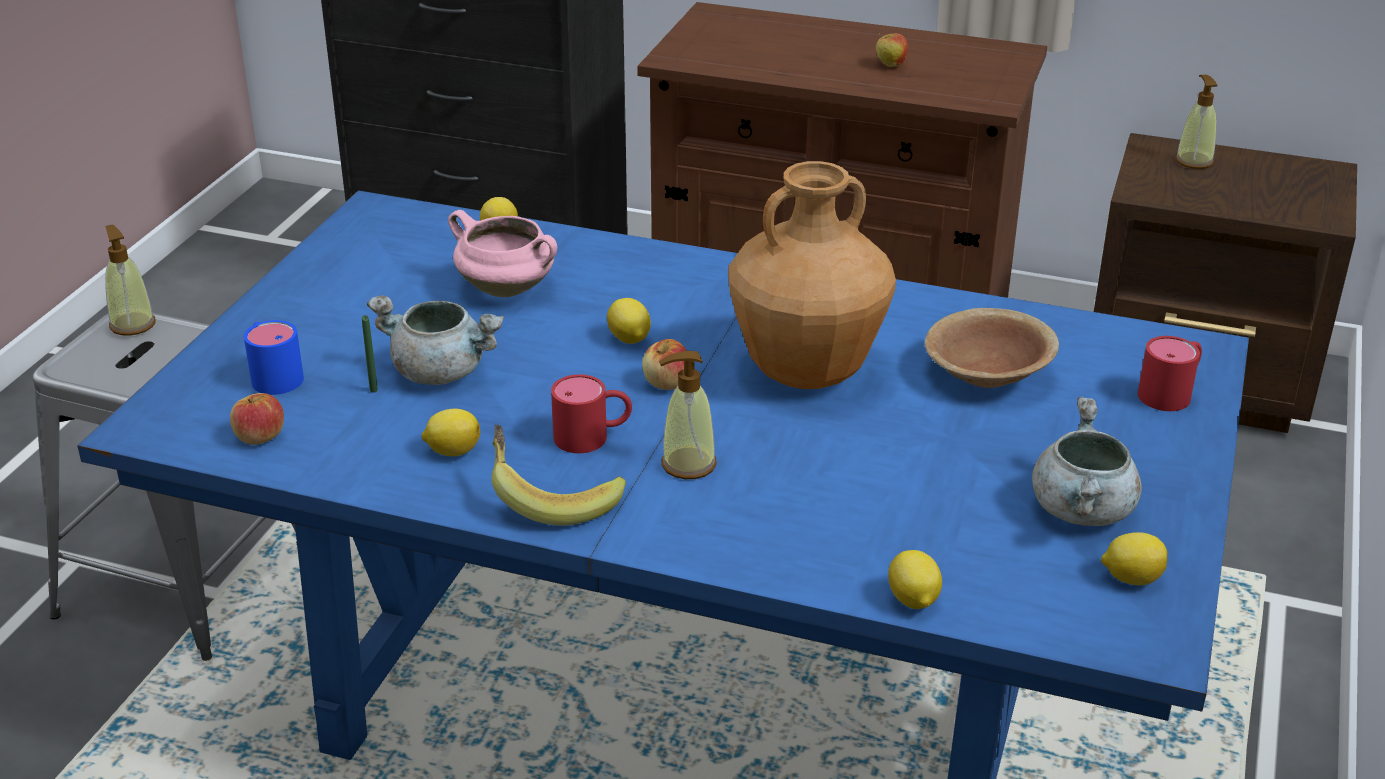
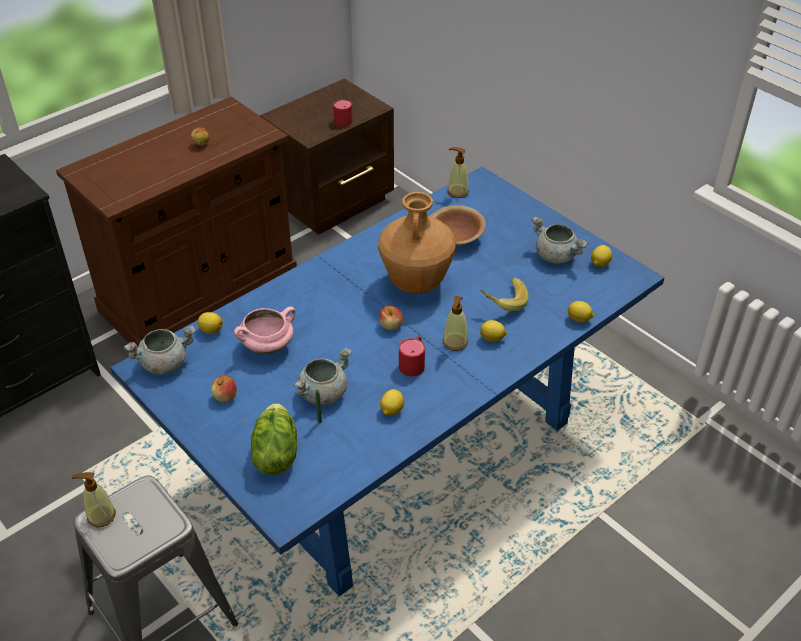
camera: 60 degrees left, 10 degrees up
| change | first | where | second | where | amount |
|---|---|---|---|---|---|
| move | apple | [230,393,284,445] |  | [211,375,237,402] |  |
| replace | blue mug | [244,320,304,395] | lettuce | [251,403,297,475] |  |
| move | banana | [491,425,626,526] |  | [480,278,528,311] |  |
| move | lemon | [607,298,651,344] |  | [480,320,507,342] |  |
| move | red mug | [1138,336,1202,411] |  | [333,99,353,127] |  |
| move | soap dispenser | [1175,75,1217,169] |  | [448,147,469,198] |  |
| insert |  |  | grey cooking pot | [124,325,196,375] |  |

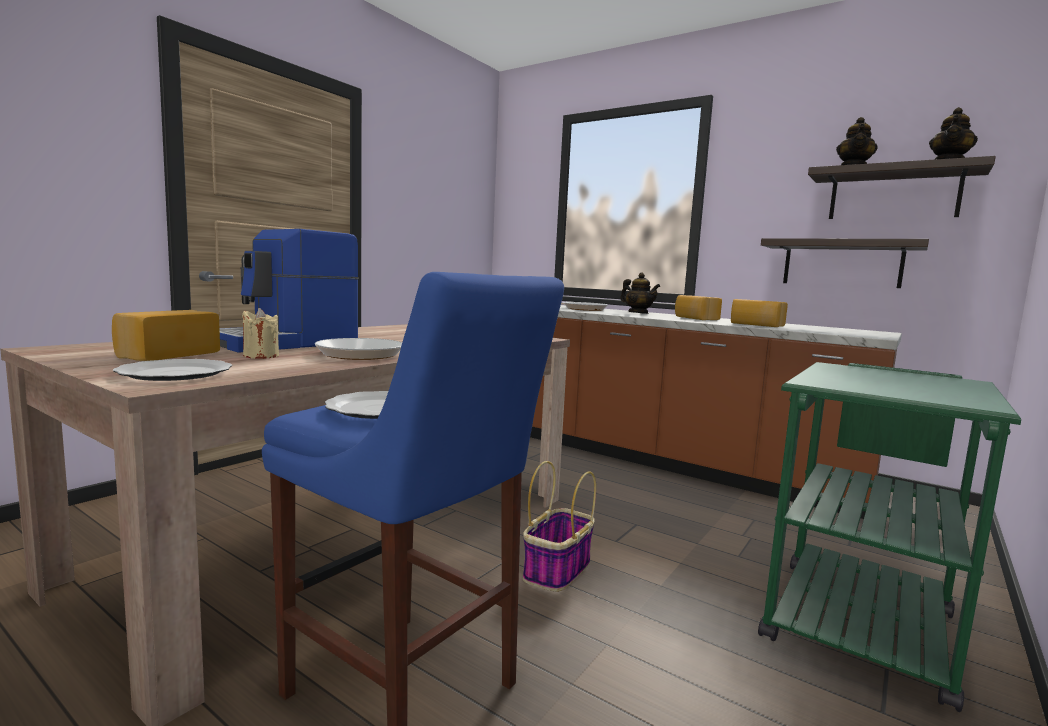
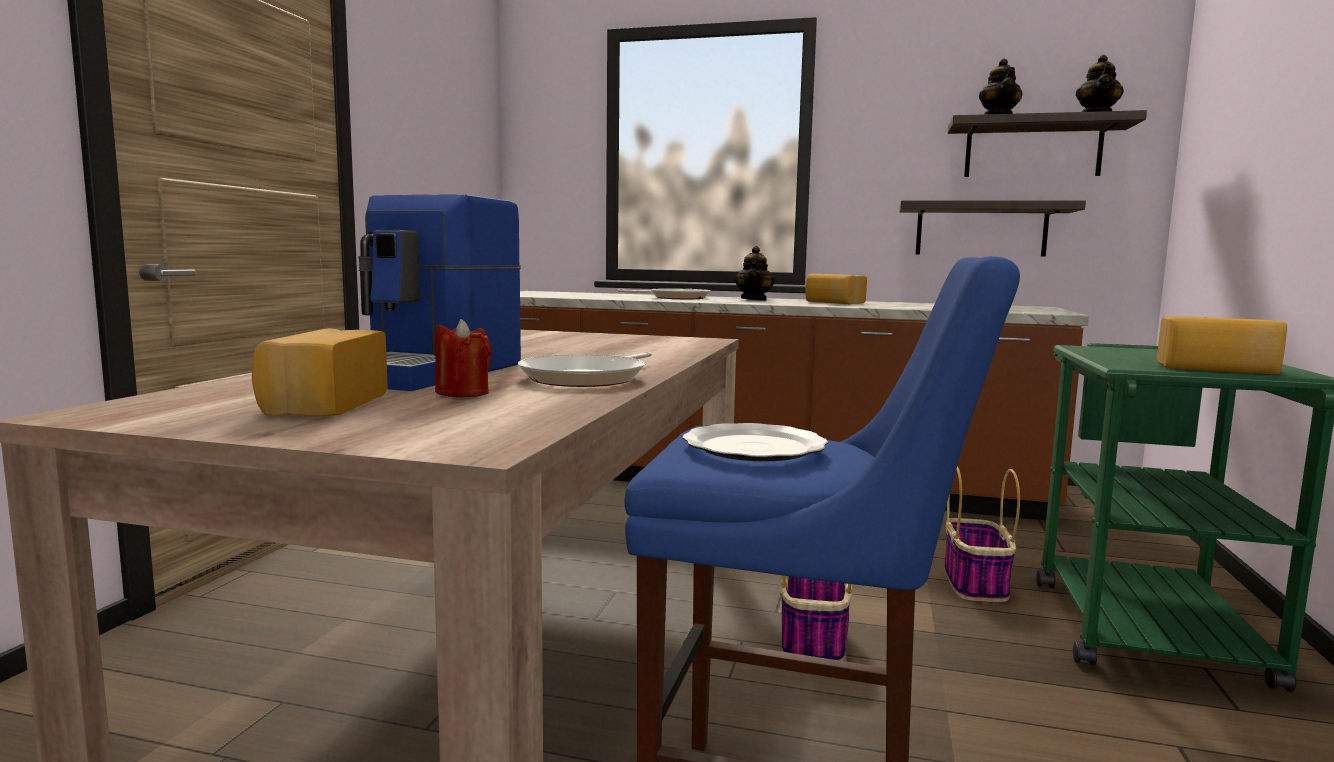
camera: 20 degrees left, 0 degrees up
| change | first | where | second | where | amount |
|---|---|---|---|---|---|
| delete | plate | [113,359,232,381] |  |  |  |
| recolor | beige candle | [242,308,279,359] | red candle | [435,319,492,397] |  |
| rotate | teapot | [620,273,660,314] |  | [735,246,775,301] | 75 degrees clockwise |
| move | bread | [731,299,788,327] |  | [1157,316,1287,374] |  |
| insert |  |  | basket | [944,467,1020,602] |  |

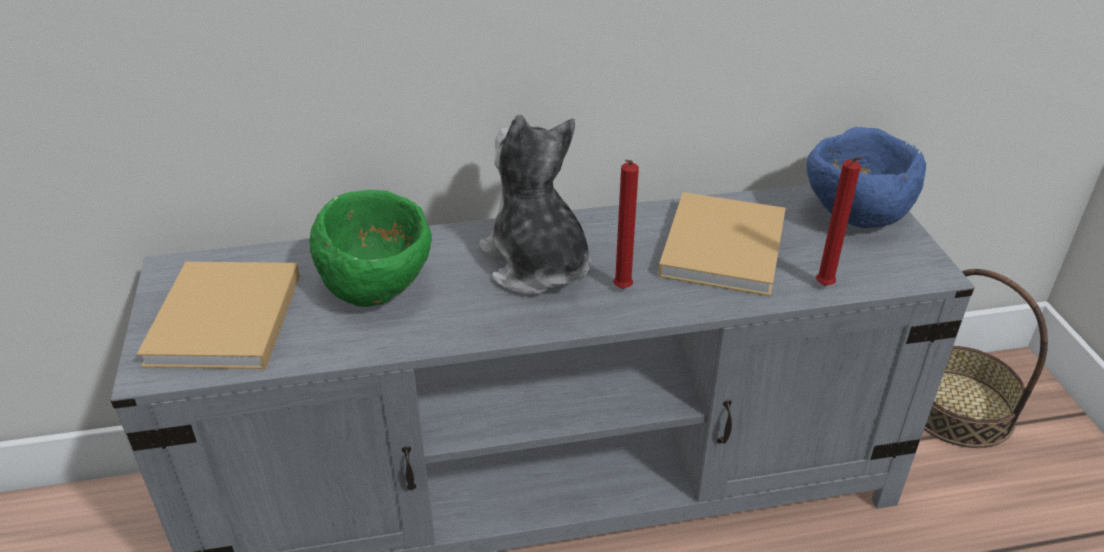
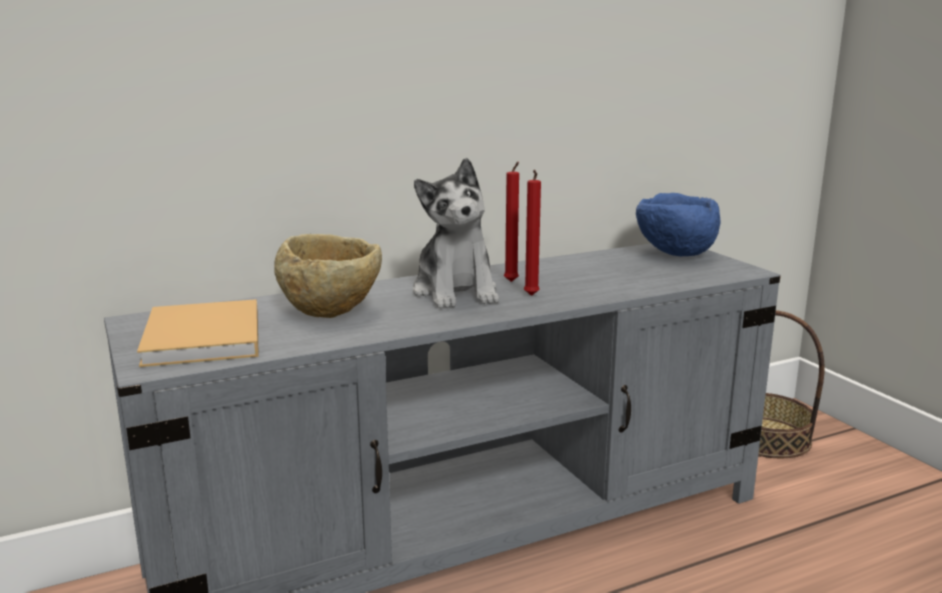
camera: 15 degrees left, 20 degrees down
| change | first | where | second | where | amount |
|---|---|---|---|---|---|
| recolor | green bowl | [309,190,432,307] | beige bowl | [274,234,382,318] |  |
| rotate | plush toy | [479,114,591,295] |  | [413,158,499,308] | 150 degrees counterclockwise |
| delete | beige book | [658,192,786,297] |  |  |  |
| move | red candle | [816,157,862,286] |  | [504,162,519,282] |  |

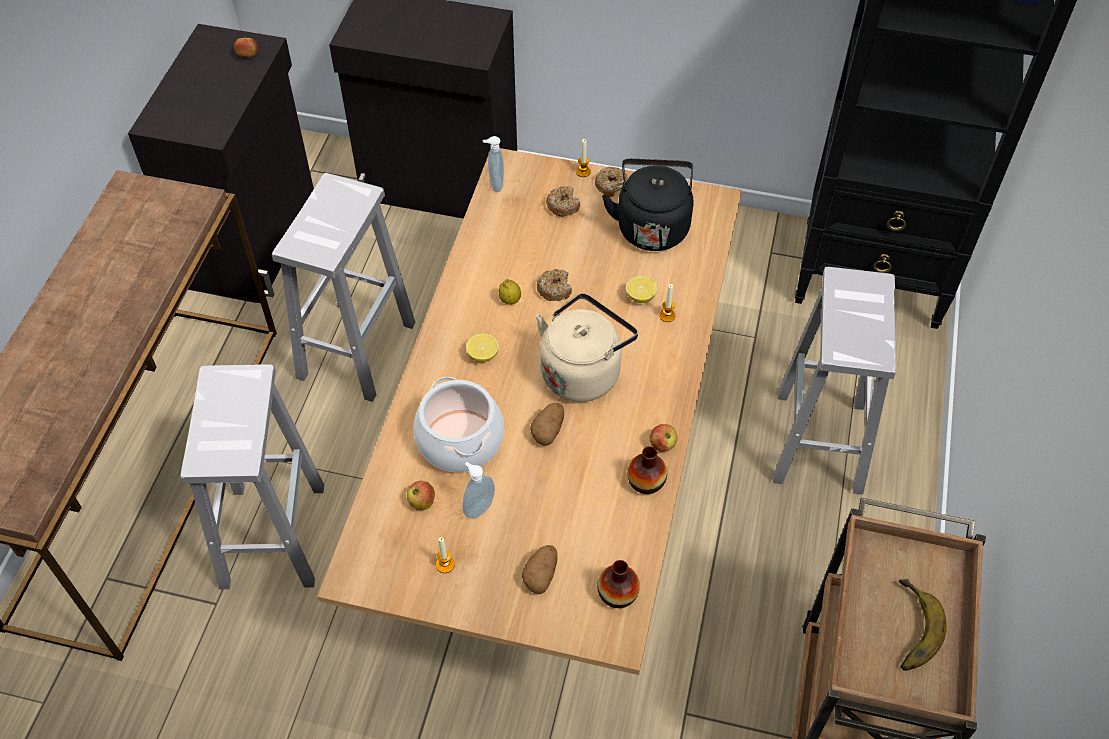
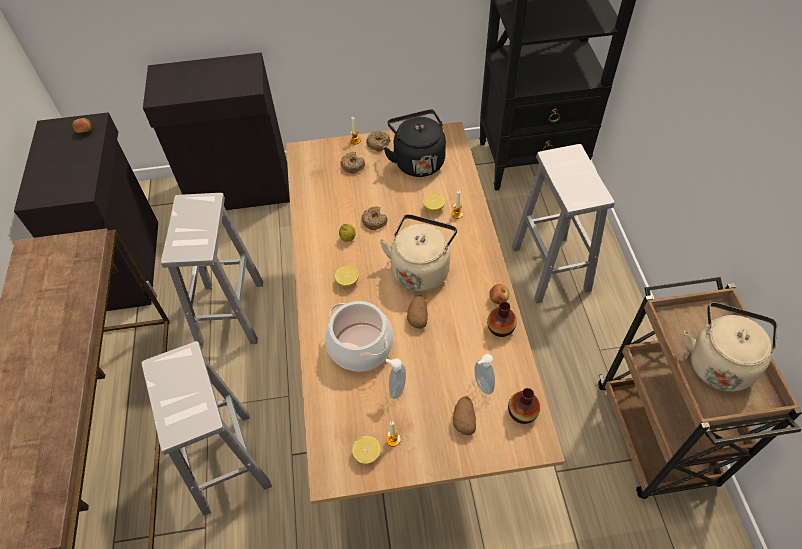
camera: 20 degrees left, 0 degrees up
| change | first | where | second | where | amount |
|---|---|---|---|---|---|
| delete | apple | [407,481,435,510] |  |  |  |
| move | soap dispenser | [483,136,504,192] |  | [474,354,495,394] |  |
| replace | banana | [899,579,947,671] | beige kettle | [683,302,777,392] |  |
| insert |  |  | lemon | [352,436,381,464] |  |

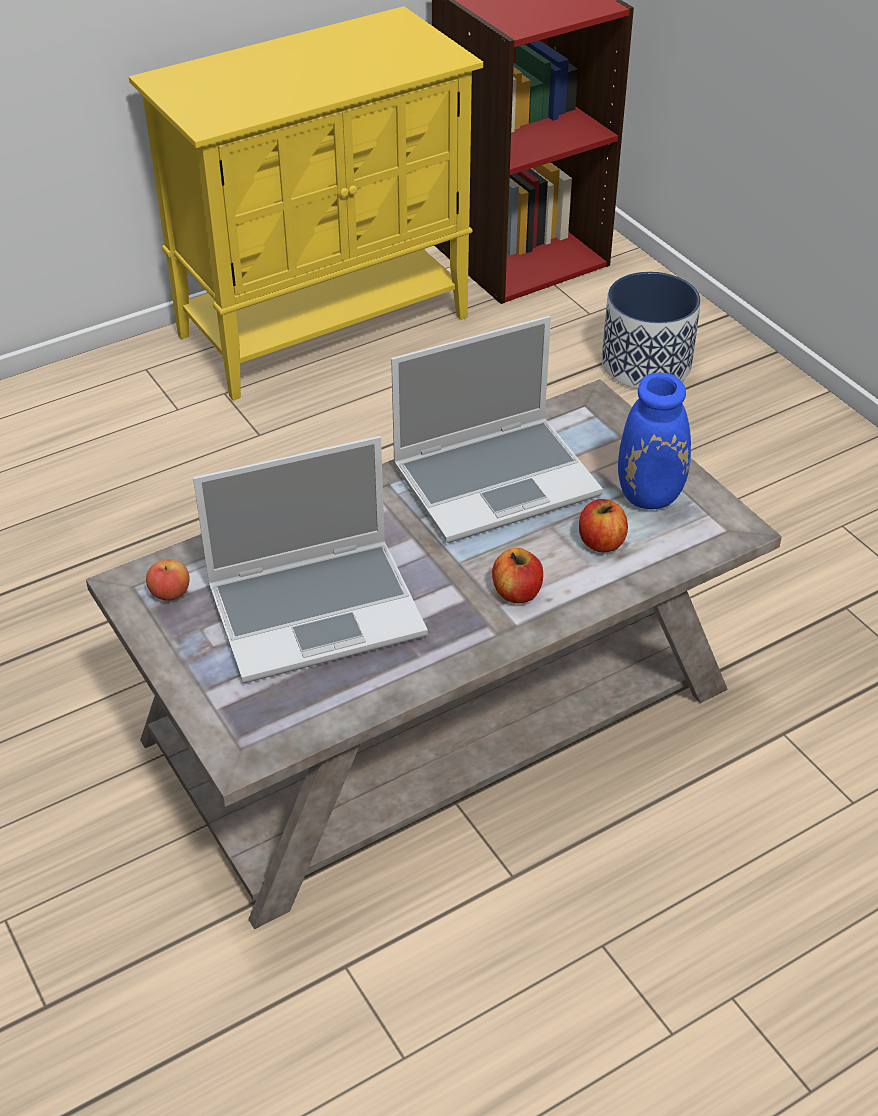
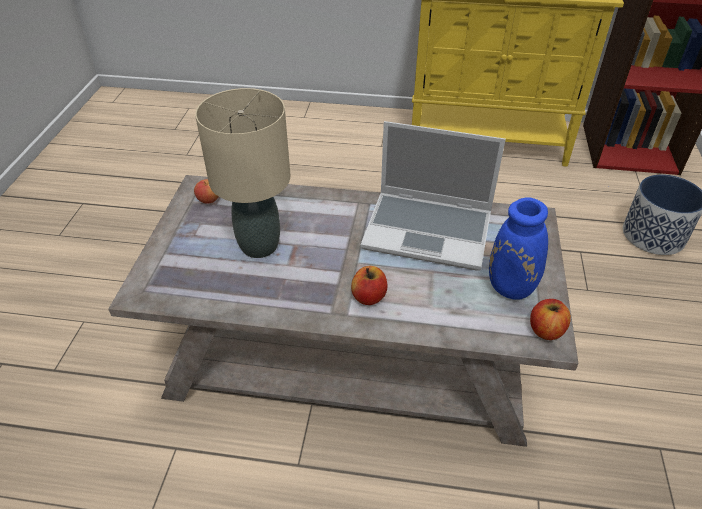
camera: 40 degrees right, 0 degrees up
| change | first | where | second | where | amount |
|---|---|---|---|---|---|
| replace | laptop | [193,436,428,683] | beige table lamp | [195,88,290,258] |  |
| move | apple | [579,499,628,552] |  | [530,299,571,340] |  |

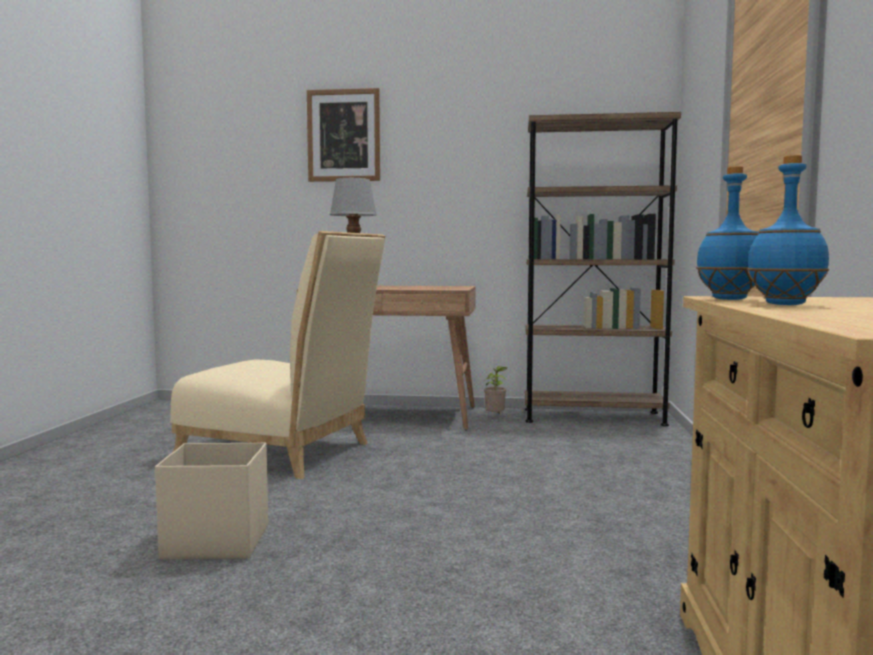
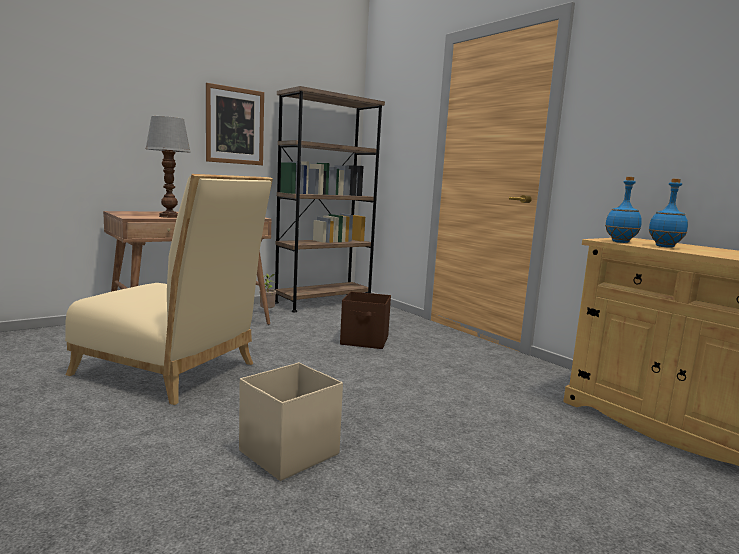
camera: 45 degrees left, 5 degrees up
| change | first | where | second | where | amount |
|---|---|---|---|---|---|
| rotate | beige chair | [170,231,385,479] |  | [65,174,273,405] | 45 degrees clockwise |
| move | picture | [307,88,380,182] |  | [206,83,264,165] |  |
| insert |  |  | brown storage box | [340,291,391,349] |  |

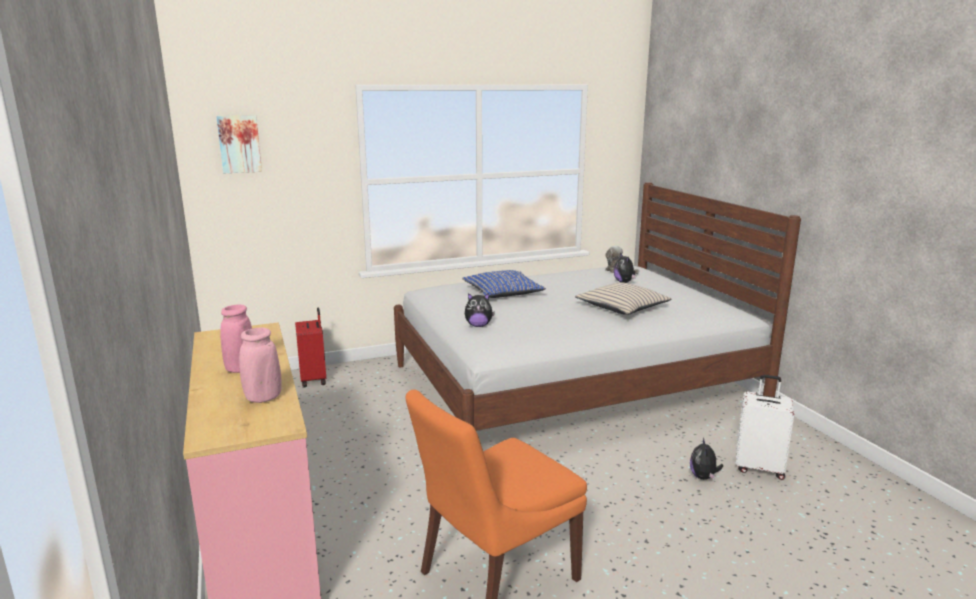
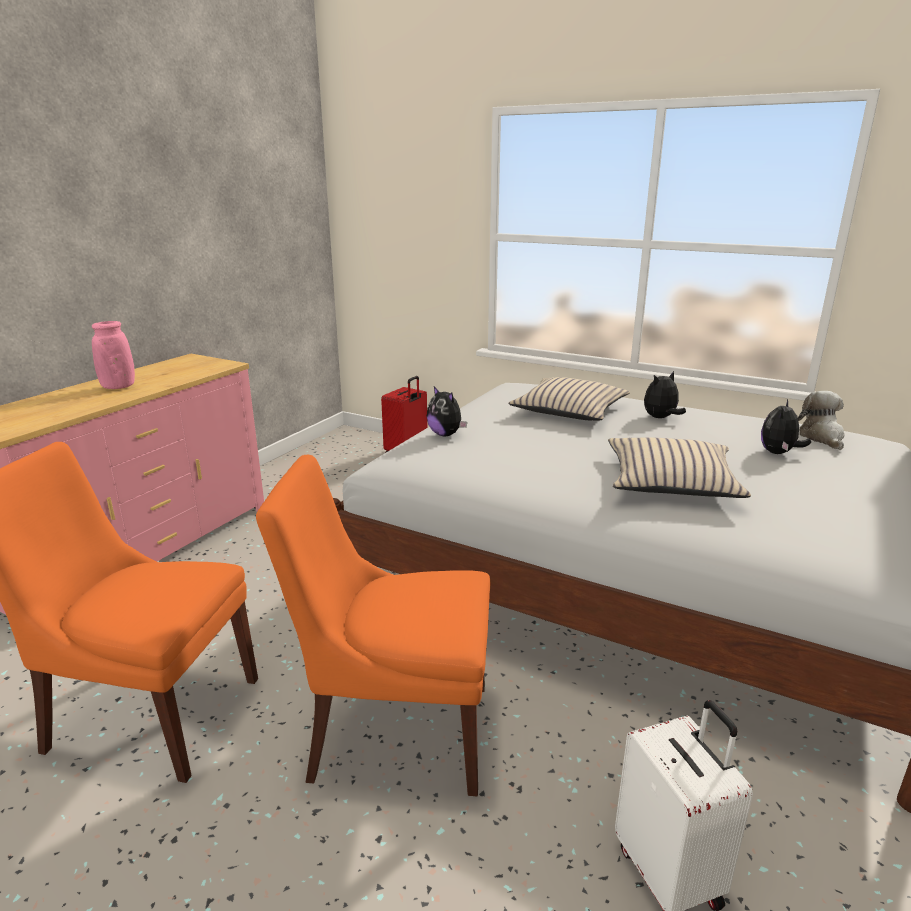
camera: 50 degrees right, 5 degrees up
| change | first | where | second | where | amount |
|---|---|---|---|---|---|
| delete | picture | [216,115,262,173] |  |  |  |
| delete | pink vase | [239,327,282,403] |  |  |  |
| recolor | blue pillow | [462,270,546,298] | beige pillow | [508,377,630,421] |  |
| move | plush toy | [690,438,723,480] |  | [644,371,686,418] |  |
| insert |  |  | orange chair | [256,455,490,796] |  |

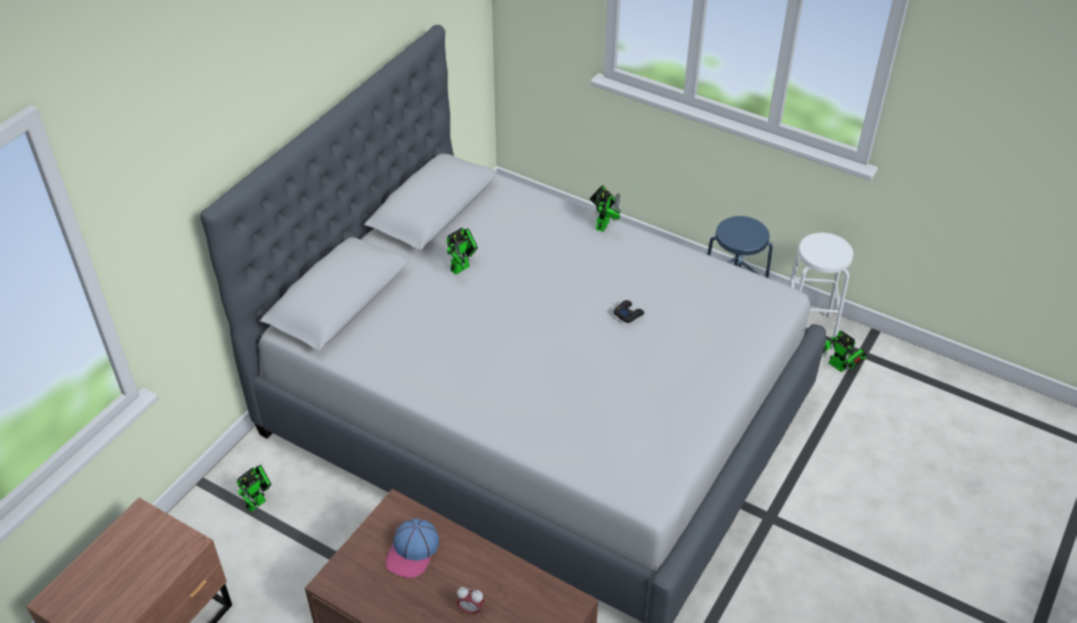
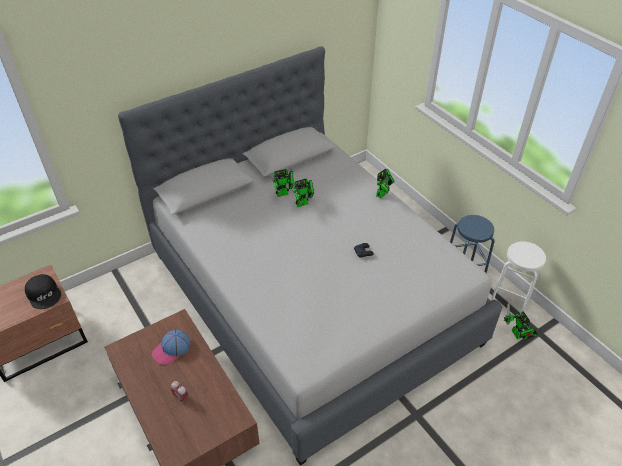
camera: 25 degrees right, 0 degrees up
| change | first | where | second | where | amount |
|---|---|---|---|---|---|
| move | toy robot | [237,465,272,512] |  | [293,179,314,207] |  |
| insert |  |  | black cap | [25,274,61,309] |  |

